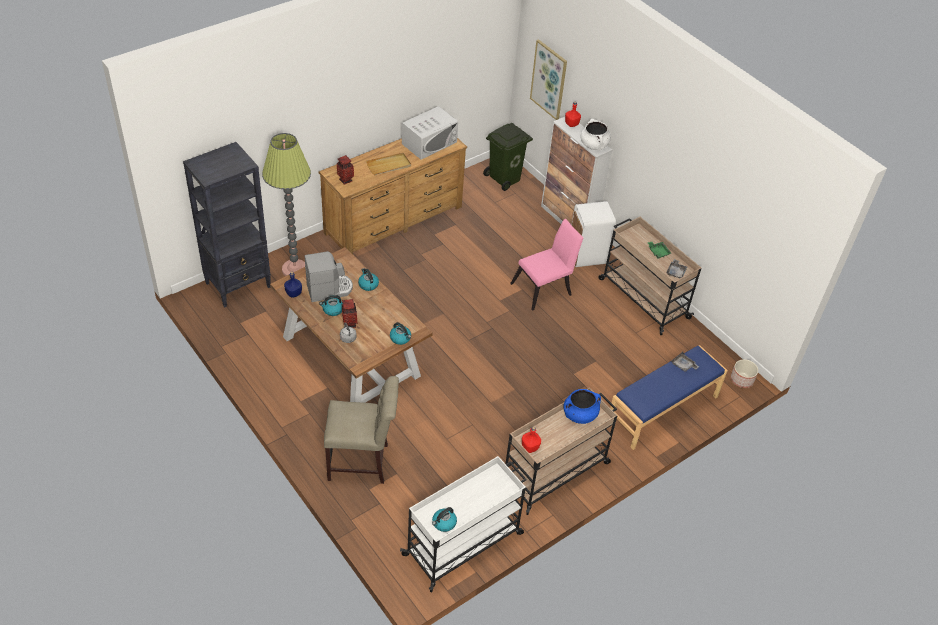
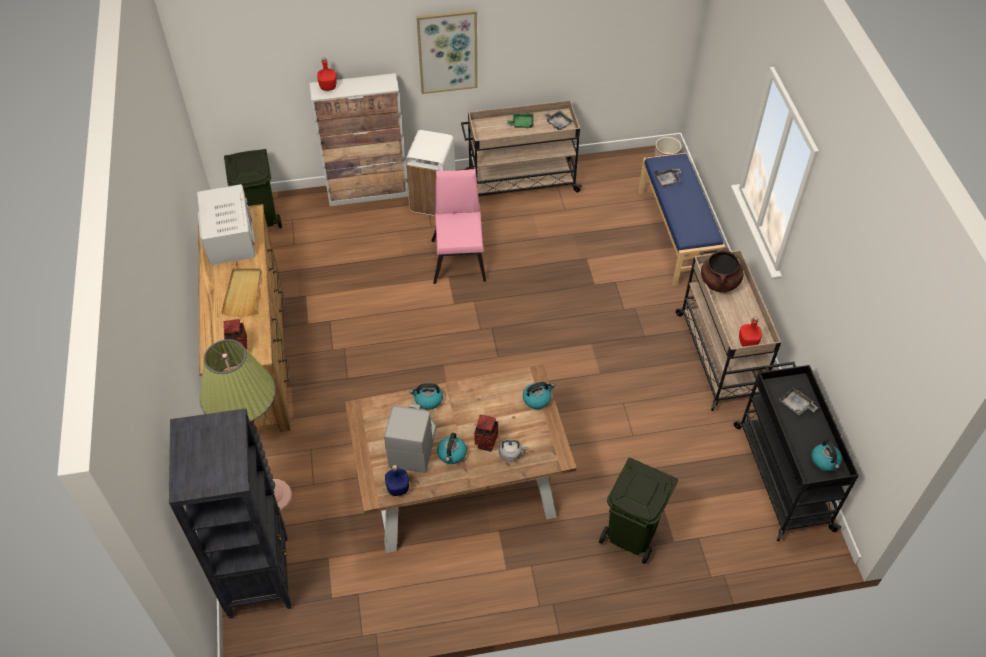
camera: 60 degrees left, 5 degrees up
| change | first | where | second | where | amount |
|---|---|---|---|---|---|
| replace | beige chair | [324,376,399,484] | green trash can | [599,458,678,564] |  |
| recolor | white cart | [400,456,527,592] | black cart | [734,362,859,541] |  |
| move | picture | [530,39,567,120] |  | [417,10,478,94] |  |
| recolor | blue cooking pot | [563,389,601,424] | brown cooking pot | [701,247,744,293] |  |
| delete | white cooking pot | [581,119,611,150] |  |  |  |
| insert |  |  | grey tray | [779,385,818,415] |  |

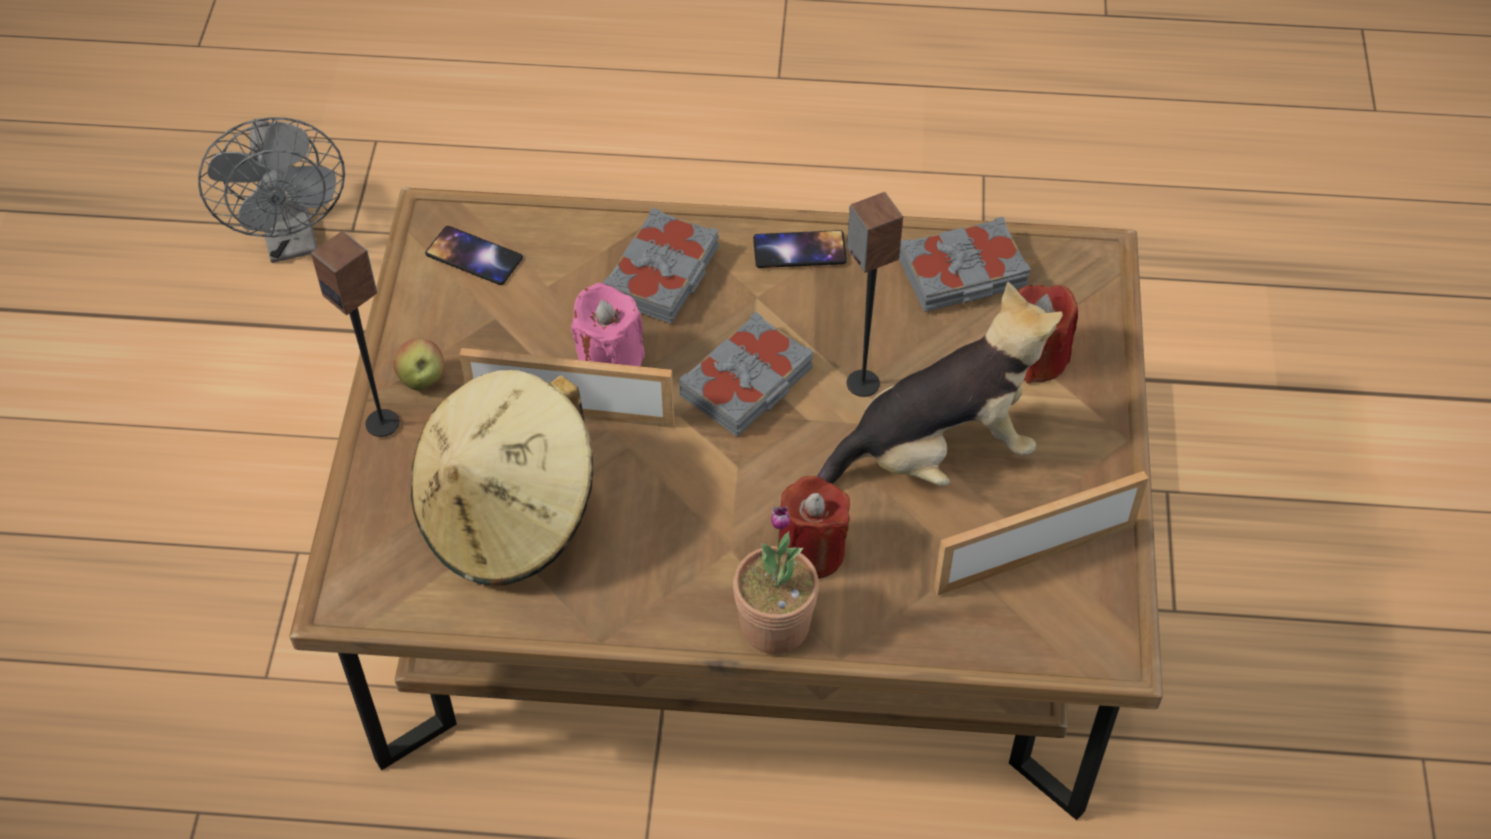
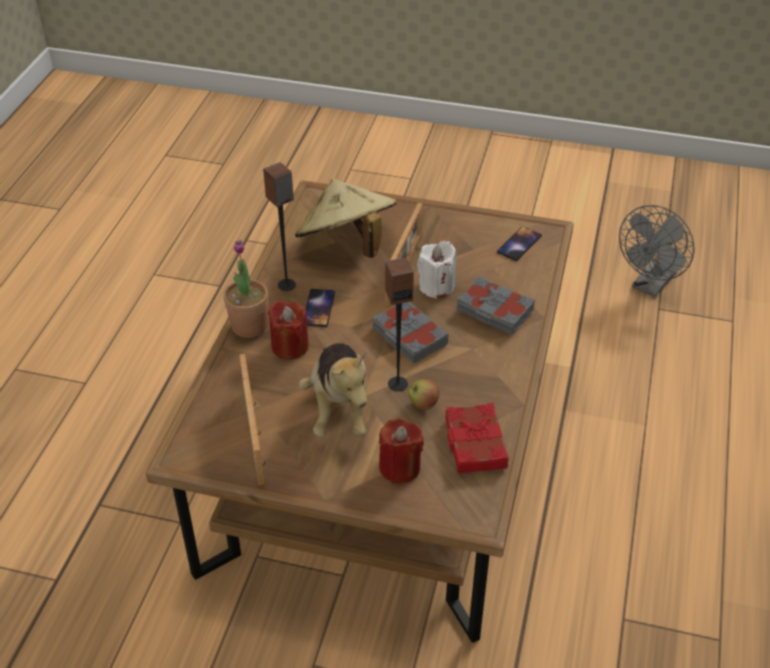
camera: 100 degrees right, 10 degrees down
| change | first | where | second | where | amount |
|---|---|---|---|---|---|
| rotate | grey fan | [198,117,345,263] |  | [619,205,694,297] | 45 degrees counterclockwise |
| move | speaker | [311,231,400,437] |  | [263,162,296,291] |  |
| move | apple | [394,338,445,391] |  | [408,379,440,410] |  |
| recolor | pink candle | [571,282,645,366] | white candle | [417,241,456,299] |  |
| move | phone | [753,230,847,268] |  | [305,289,335,327] |  |
| recolor | grey book | [899,217,1031,312] | red book | [445,403,509,473] |  |

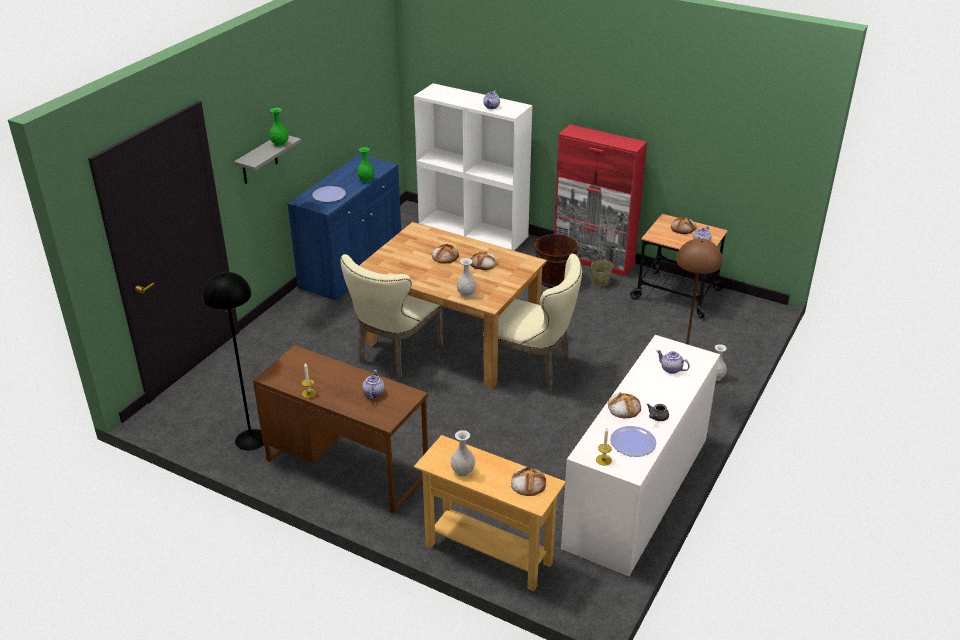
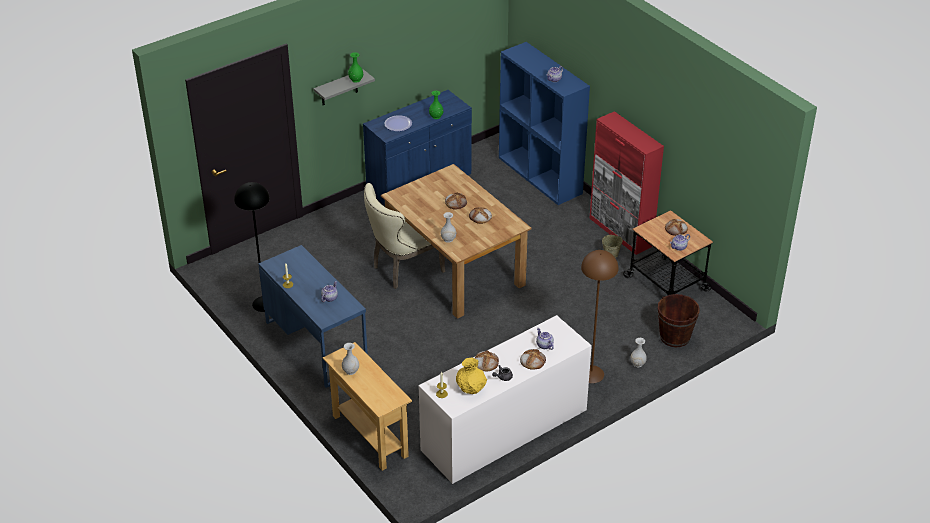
camera: 25 degrees right, 5 degrees up
| change | first | where | second | where | amount |
|---|---|---|---|---|---|
| recolor | brown desk | [253,345,428,514] | blue desk | [258,245,368,388] |  |
| recolor | white bookcase | [414,83,532,250] | blue bookcase | [499,42,590,205] |  |
| delete | beige chair | [483,254,582,391] |  |  |  |
| move | bread | [511,466,546,496] |  | [520,349,546,370] |  |
| move | brown bucket | [535,234,578,288] |  | [658,294,700,347] |  |
| replace | plate | [610,426,656,457] | yellow vase | [456,357,487,394] |  |

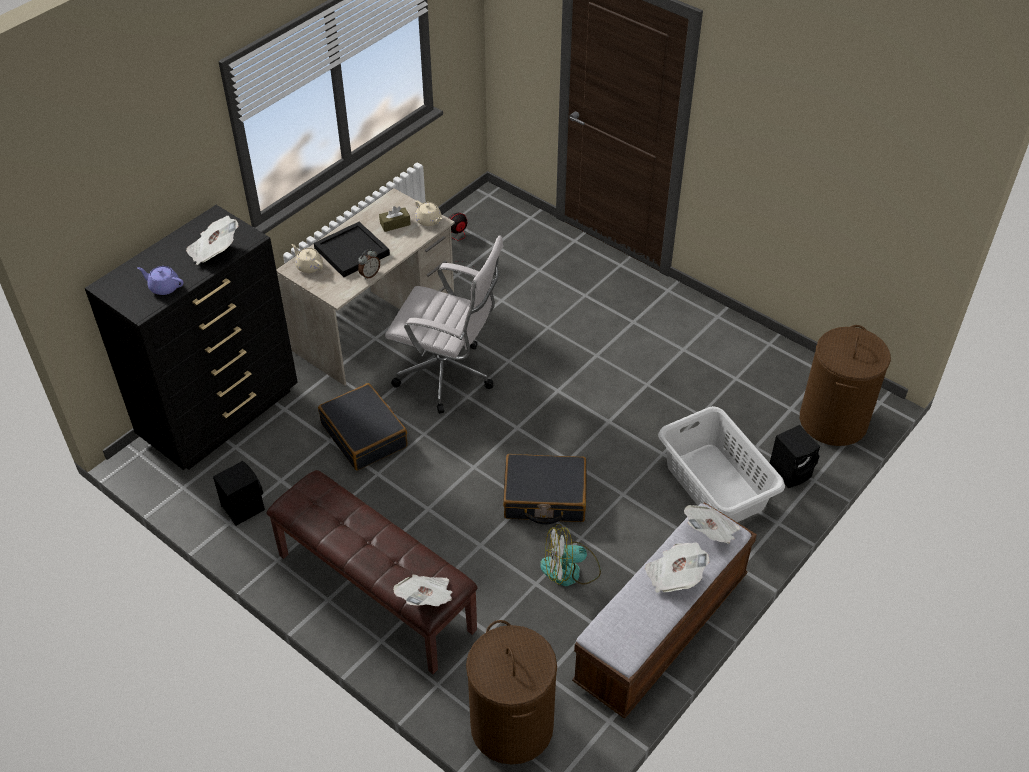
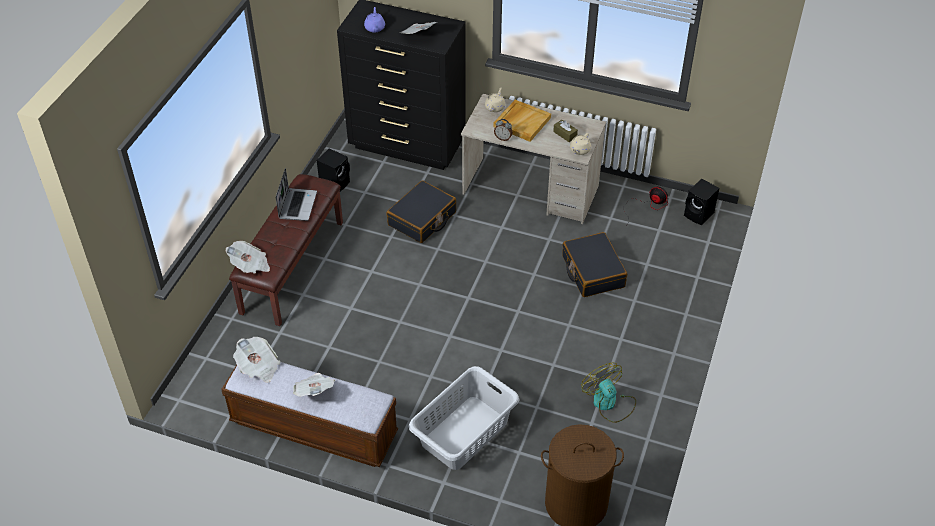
camera: 70 degrees right, 0 degrees up
| change | first | where | second | where | amount |
|---|---|---|---|---|---|
| recolor | black tray | [314,222,390,277] | beige tray | [494,100,551,142] |  |
| delete | white office chair | [385,235,503,414] |  |  |  |
| delete | brown laundry basket | [466,620,557,765] |  |  |  |
| move | black suitcase | [503,454,587,524] |  | [562,232,627,297] |  |
| move | fan | [540,524,601,586] |  | [581,363,636,423] |  |
| move | newspaper | [684,505,740,544] |  | [233,337,280,383] |  |
| move | black speaker | [770,425,820,488] |  | [684,179,720,225] |  |
| insert |  |  | laptop | [276,168,317,221] |  |

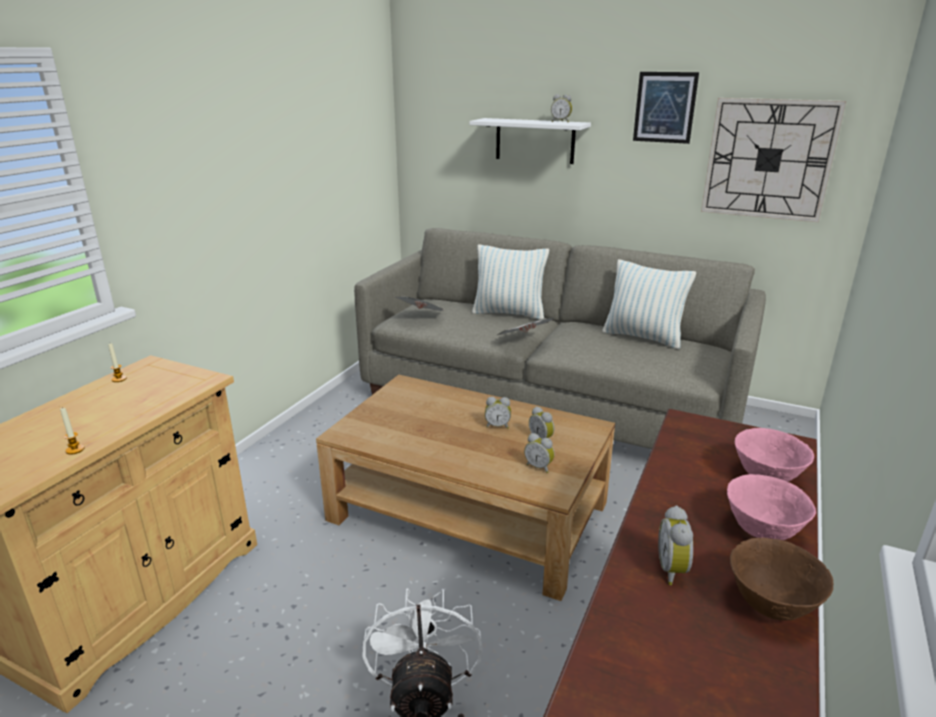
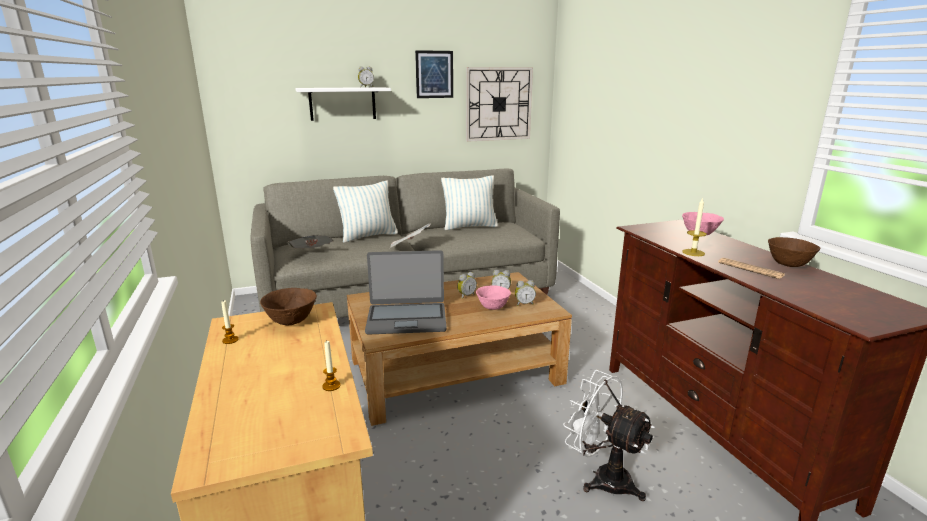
camera: 45 degrees left, 5 degrees down
| change | first | where | second | where | amount |
|---|---|---|---|---|---|
| replace | alarm clock | [658,505,693,585] | newspaper | [718,258,785,279] |  |
| move | pink bowl | [727,474,816,540] |  | [476,285,511,310] |  |
| insert |  |  | brown bowl | [260,288,317,325] |  |
| insert |  |  | laptop | [365,250,447,335] |  |
| insert |  |  | candle | [682,197,707,256] |  |

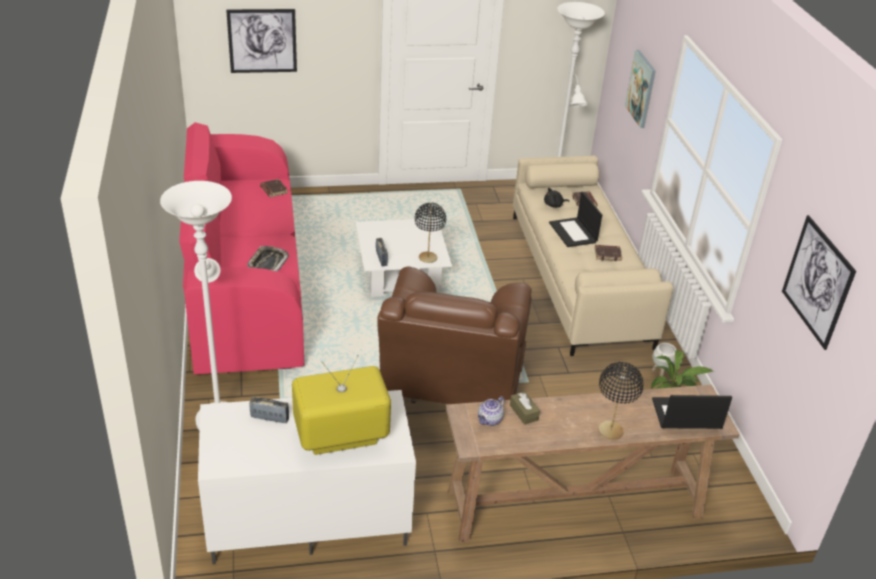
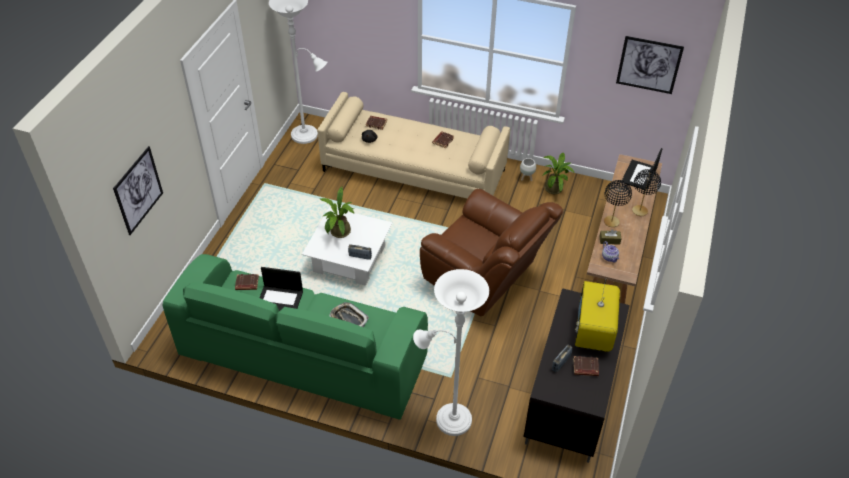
camera: 60 degrees left, 10 degrees up
| change | first | where | second | where | amount |
|---|---|---|---|---|---|
| recolor | pink sofa | [179,122,304,374] | green sofa | [163,254,428,420] |  |
| recolor | white tv stand | [198,390,416,564] | black tv stand | [524,288,630,463] |  |
| move | black table lamp | [415,203,446,263] |  | [604,180,632,227] |  |
| move | laptop | [549,192,602,247] |  | [260,267,303,311] |  |
| delete | picture | [625,50,656,128] |  |  |  |
| insert |  |  | potted plant | [320,187,354,238] |  |
| insert |  |  | brown book | [573,356,599,376] |  |

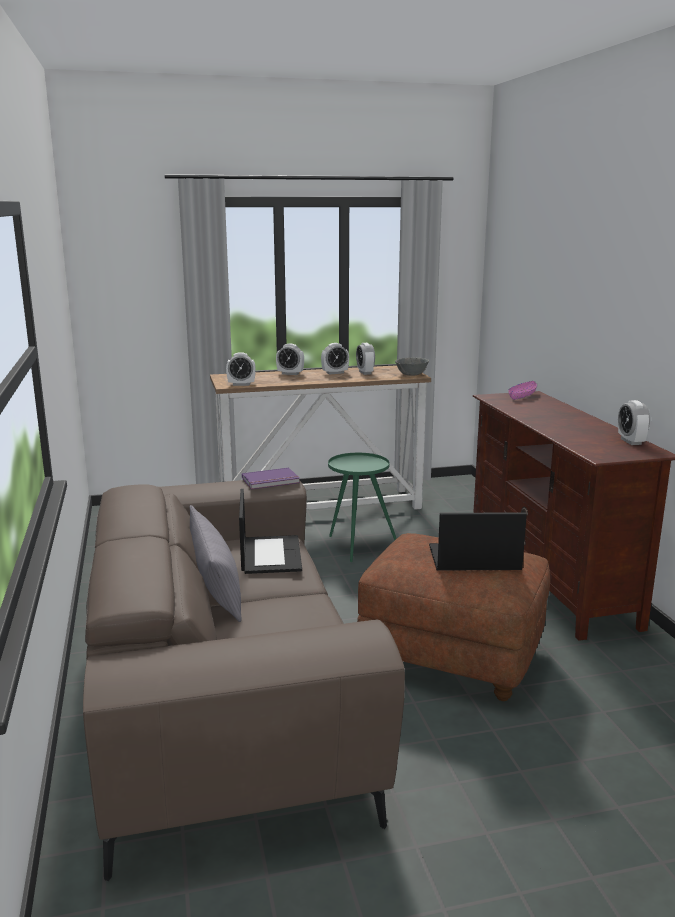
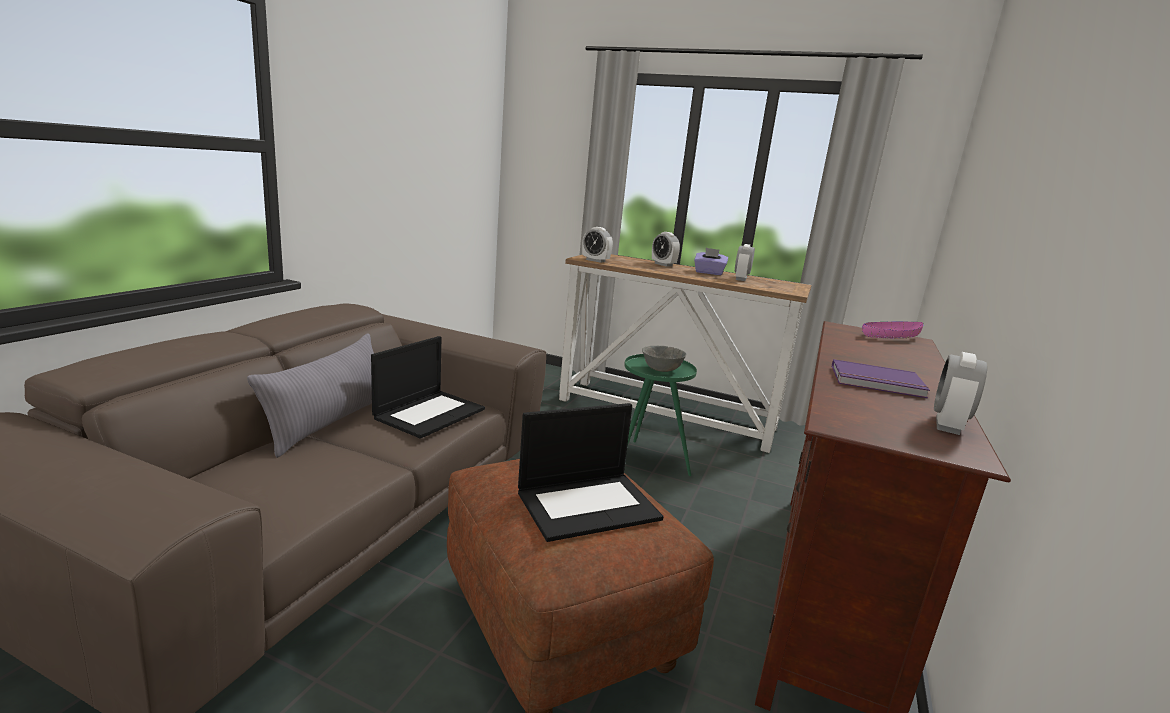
camera: 35 degrees right, 0 degrees up
| change | first | where | second | where | amount |
|---|---|---|---|---|---|
| move | purple book | [242,468,300,489] |  | [832,359,930,398] |  |
| replace | alarm clock | [321,343,349,375] | purple tissue box | [694,248,728,275] |  |
| move | grey bowl | [395,357,429,376] |  | [642,346,686,372] |  |
| rotate | laptop | [429,512,527,571] |  | [518,403,664,542] | 120 degrees clockwise |

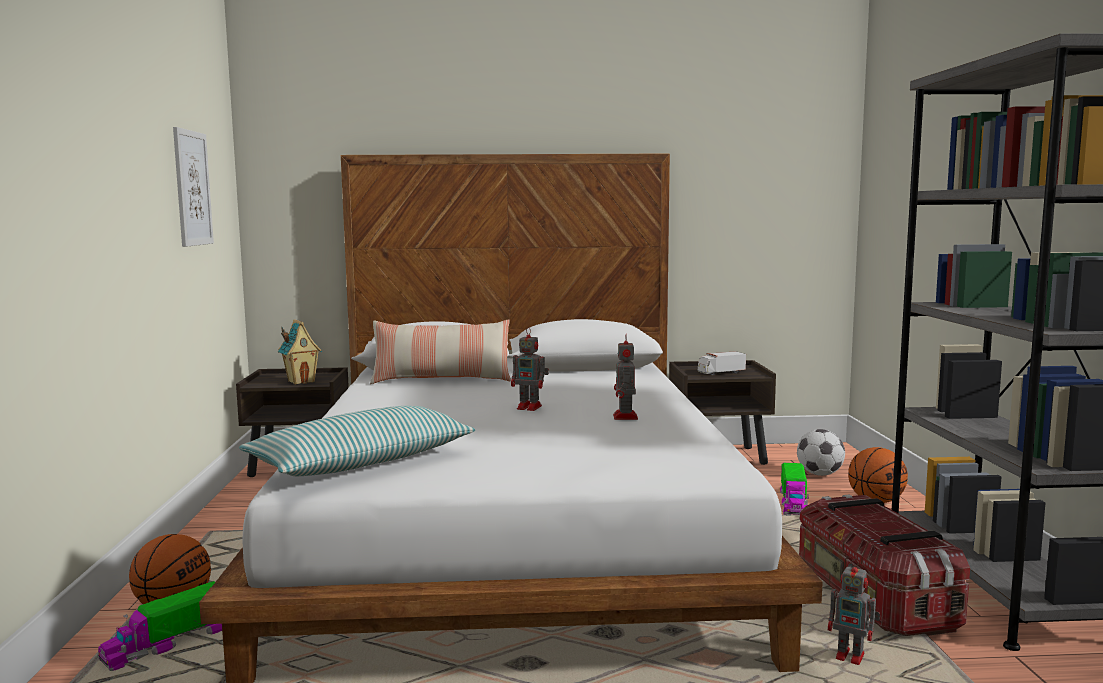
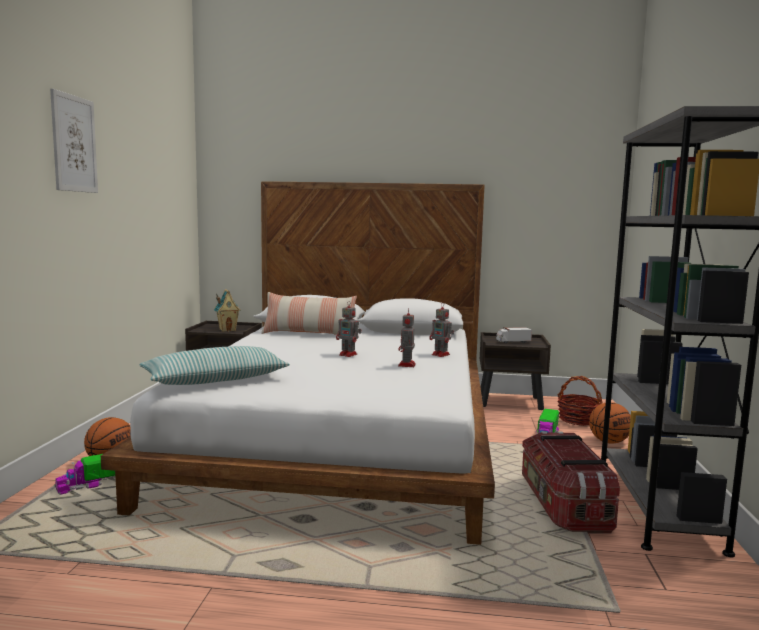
camera: 10 degrees right, 0 degrees up
| change | first | where | second | where | amount |
|---|---|---|---|---|---|
| move | picture | [173,127,214,247] |  | [50,89,98,193] |  |
| replace | football | [797,429,845,476] | basket | [557,376,603,426] |  |
| move | toy robot | [828,559,880,665] |  | [429,303,454,357] |  |

